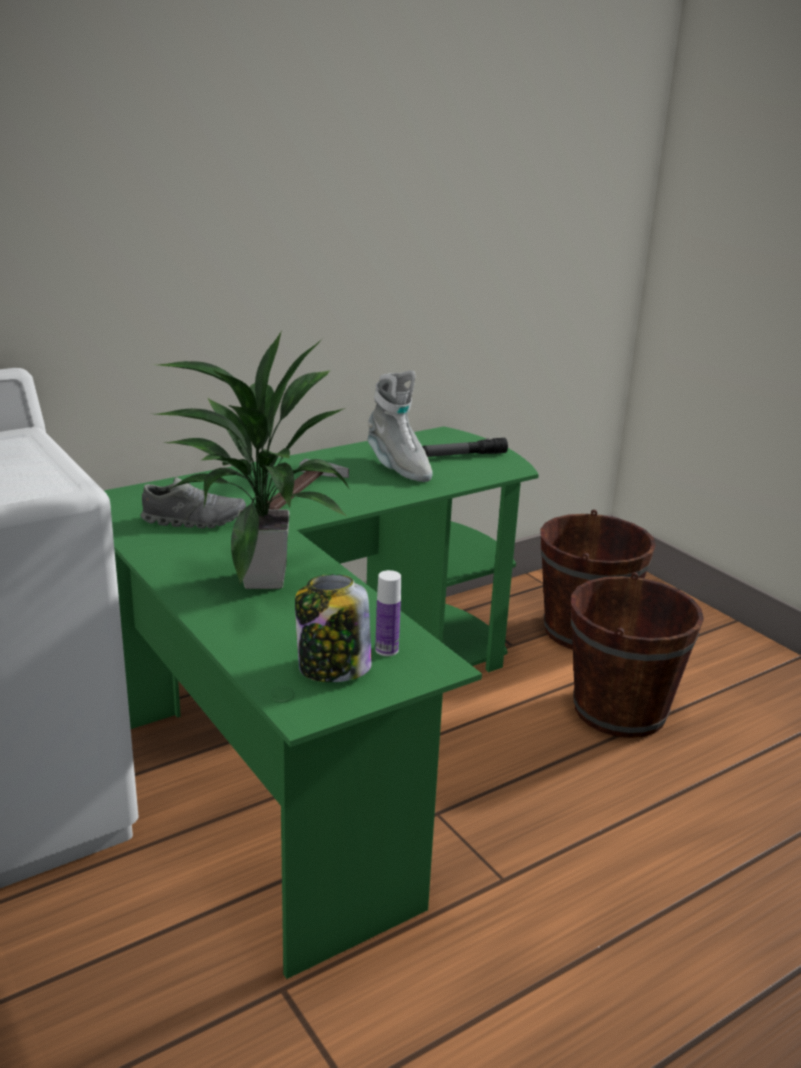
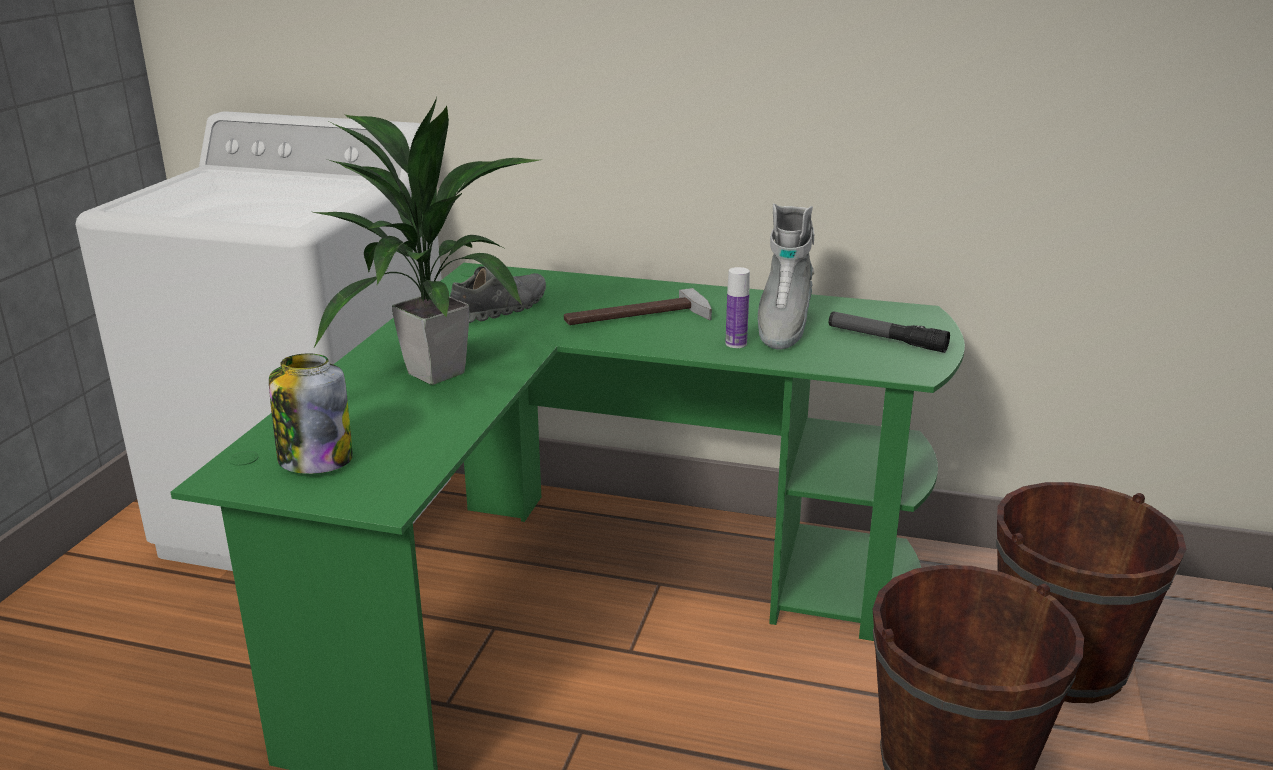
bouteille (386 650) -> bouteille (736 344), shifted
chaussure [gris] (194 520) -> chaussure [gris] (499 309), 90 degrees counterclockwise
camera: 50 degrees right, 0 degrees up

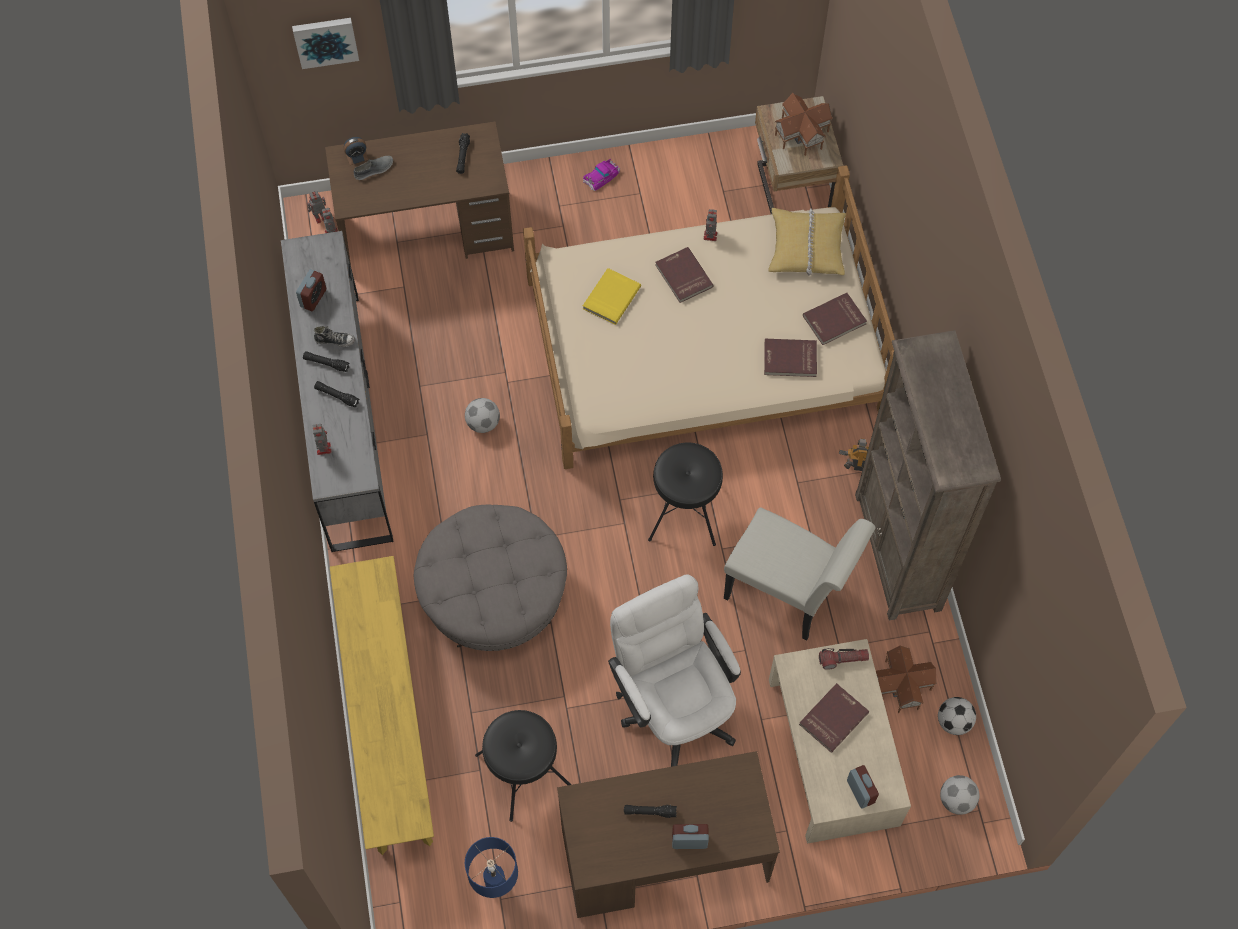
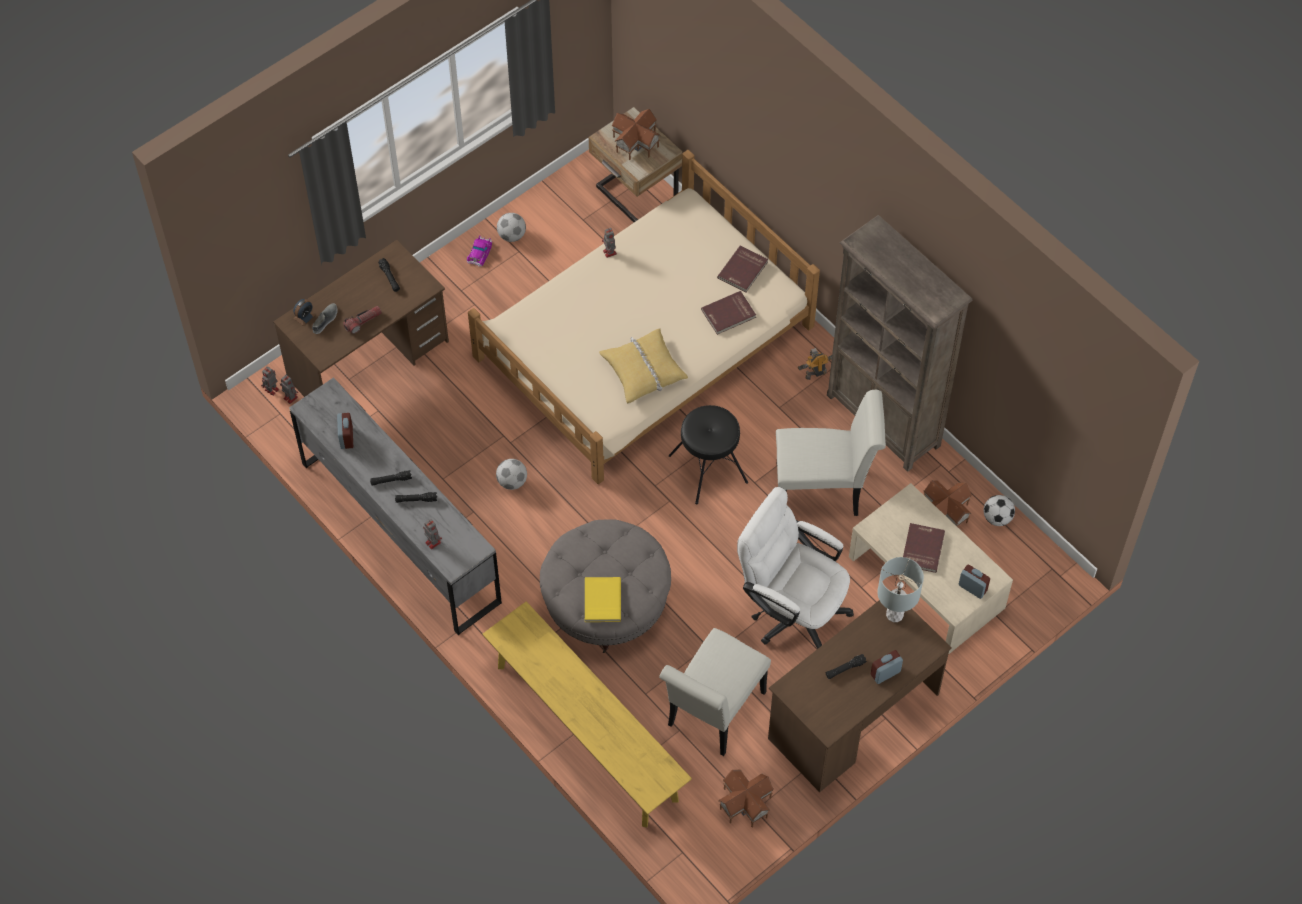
tableau (325 40) -> none
chaussure (335 340) -> none
livre [rouge] (683 276) -> none
none -> lampe de table [gris] (895 614)
livre [jaune] (610 297) -> livre [jaune] (601 600), shifted
coussin [jaune] (806 247) -> coussin [jaune] (643 370), shifted
lampe de poche (843 659) -> lampe de poche (363 322), shifted
ballon de foot (956 800) -> ballon de foot (512 235), shifted
lampe de table [bleu] (496 885) -> maison miniature (745 802)
tabouret [noir] (523 772) -> chaise [blanc] (712 714)
camera: 30 degrees left, 5 degrees down

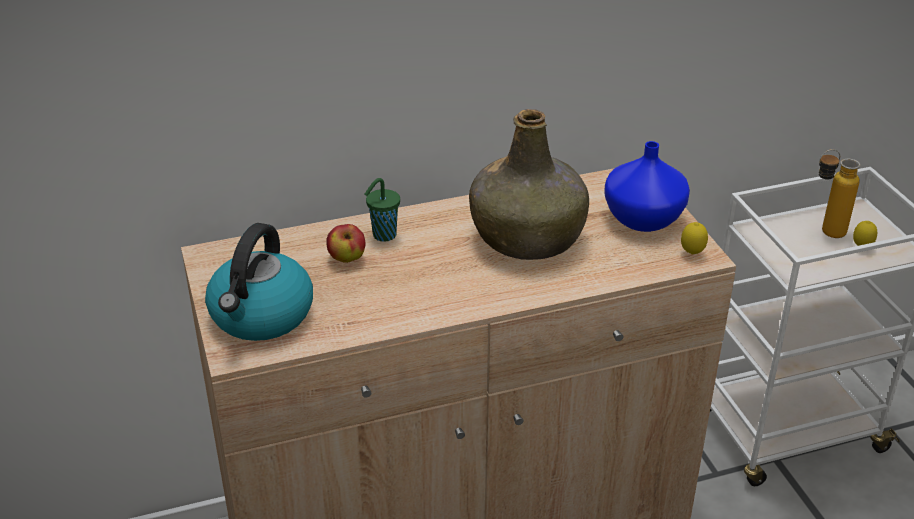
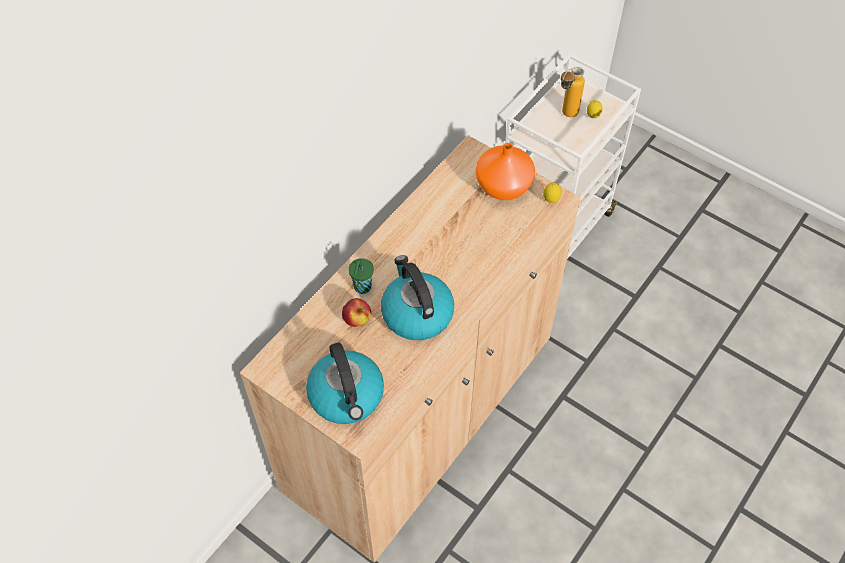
bouteille [vert] (528 236) -> none
none -> bouilloire (416 313)
vase [bleu] (643 218) -> vase [orange] (502 185)
camera: 35 degrees left, 20 degrees up

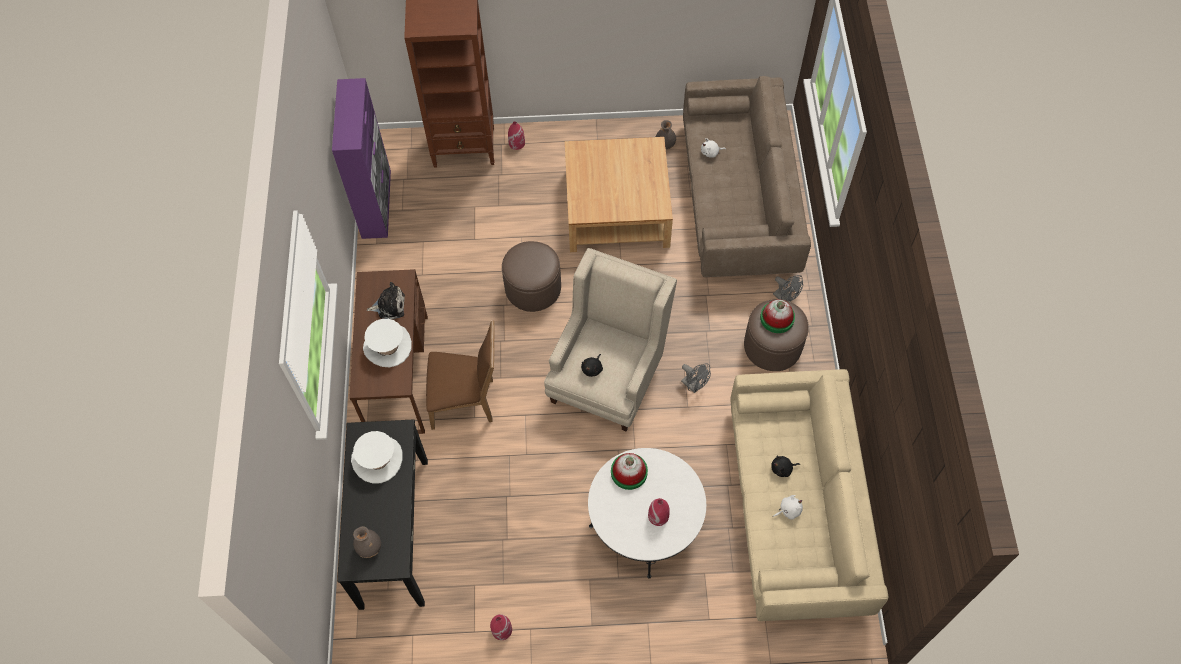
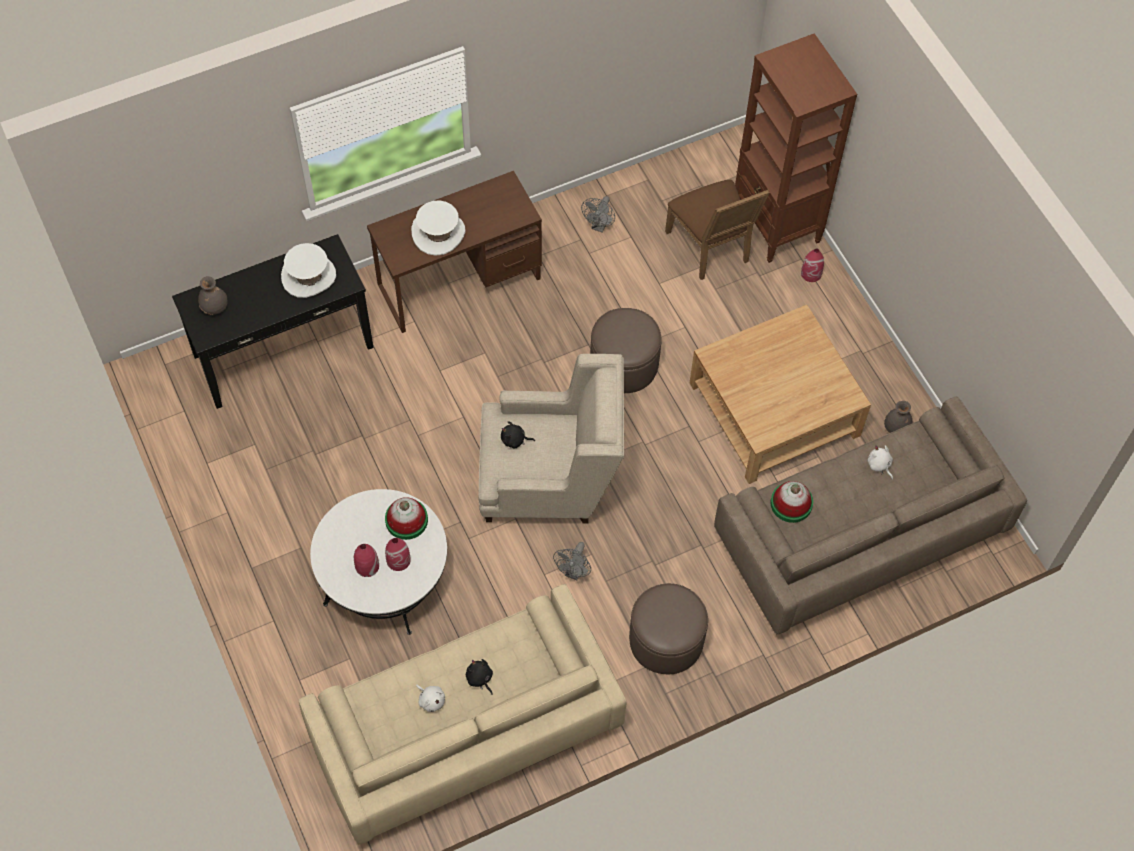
meuble de rangement [violet] (376 203) -> none
peluche (389 306) -> none
chaise [marron] (467 401) -> chaise [marron] (711 249), shifted
vase [rouge] (501 629) -> vase [rouge] (398 560), shifted
chapeau (777 318) -> chapeau (791 503), shifted
ventilateur [gris] (785 298) -> ventilateur [gris] (599 226), shifted
camera: 65 degrees right, 0 degrees up

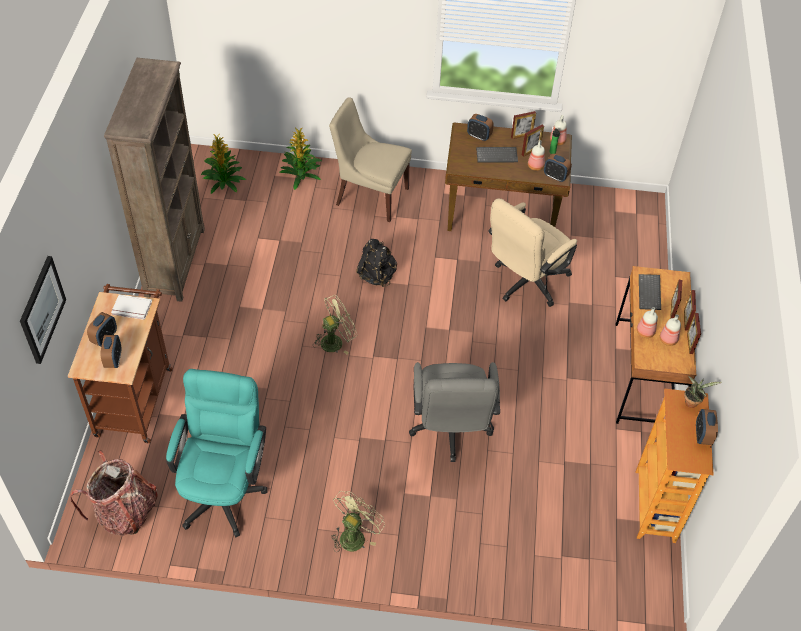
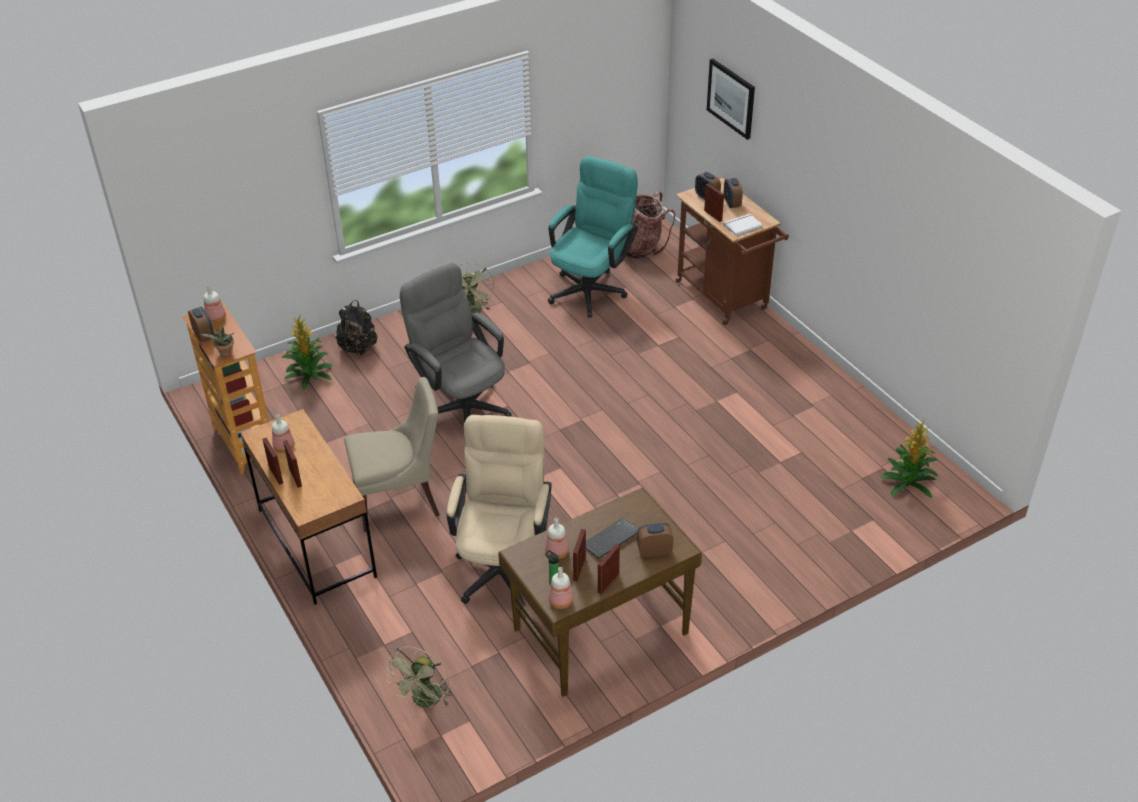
bibliothèque [marron] (175 261) -> none
réveil (555 176) -> none
clavier (650 293) -> none
plante en pot (301 175) -> plante en pot (309 375), shifted
ventilateur [vert] (335 341) -> ventilateur [vert] (425 701), shifted
chaise [beige] (370 195) -> chaise [beige] (400 500), shifted
sac à dos [noir] (377 275) -> sac à dos [noir] (358 348), shifted
bouteille (644 332) -> bouteille (217 319), shifted
cadre photo (690 343) -> cadre photo (713 215), shifted
chaise de bureau [turquoise] (224 489) -> chaise de bureau [turquoise] (591 288), 120 degrees counterclockwise
camera: 145 degrees right, 10 degrees down

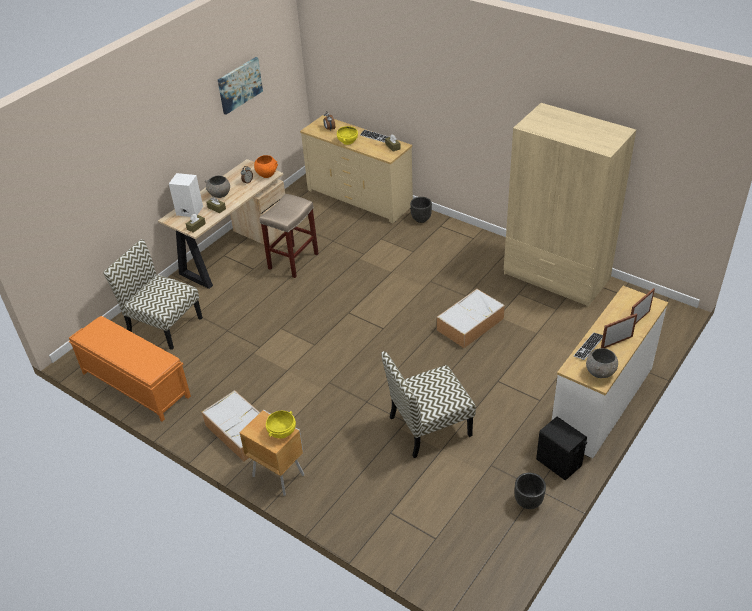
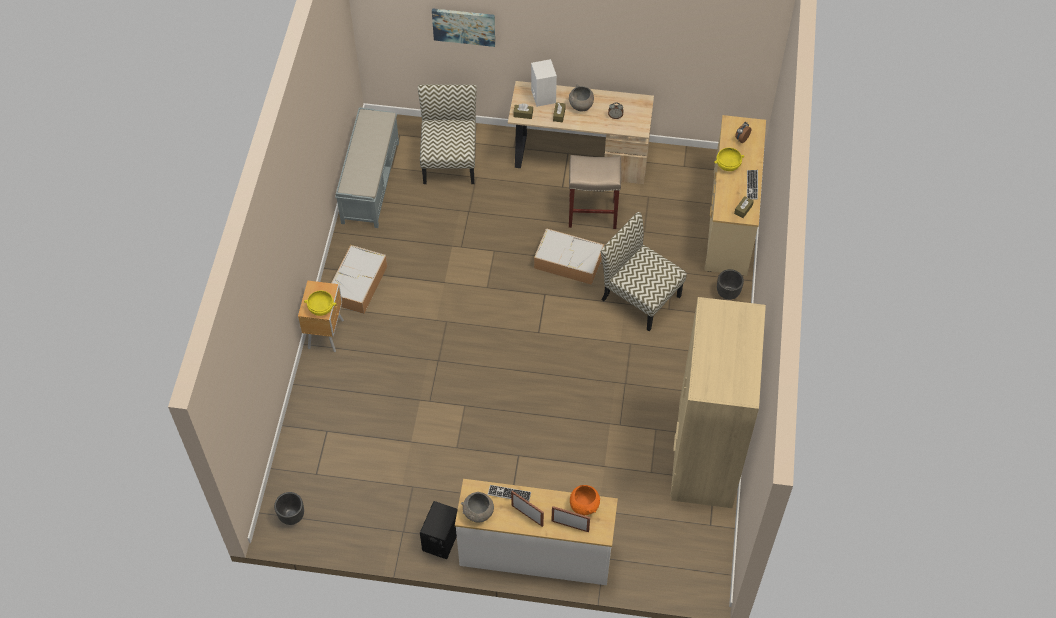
tableau (239 85) -> tableau (464 26), shifted
bol [orange] (267 174) -> bol [orange] (584 506), shifted
chaise (428 427) -> chaise (639 297), shifted
boîte de rangement (470 323) -> boîte de rangement (569 261), shifted
cache-pot [noir] (527 502) -> cache-pot [noir] (292 516), shifted
banc [orange] (135 384) -> banc [gris] (370 181)
camera: 60 degrees right, 15 degrees up

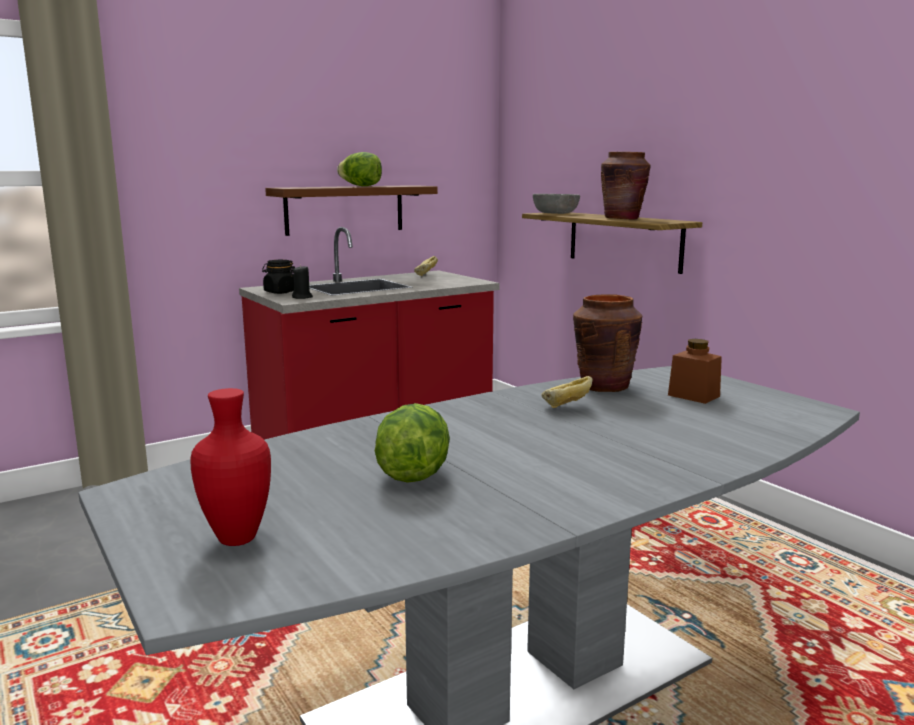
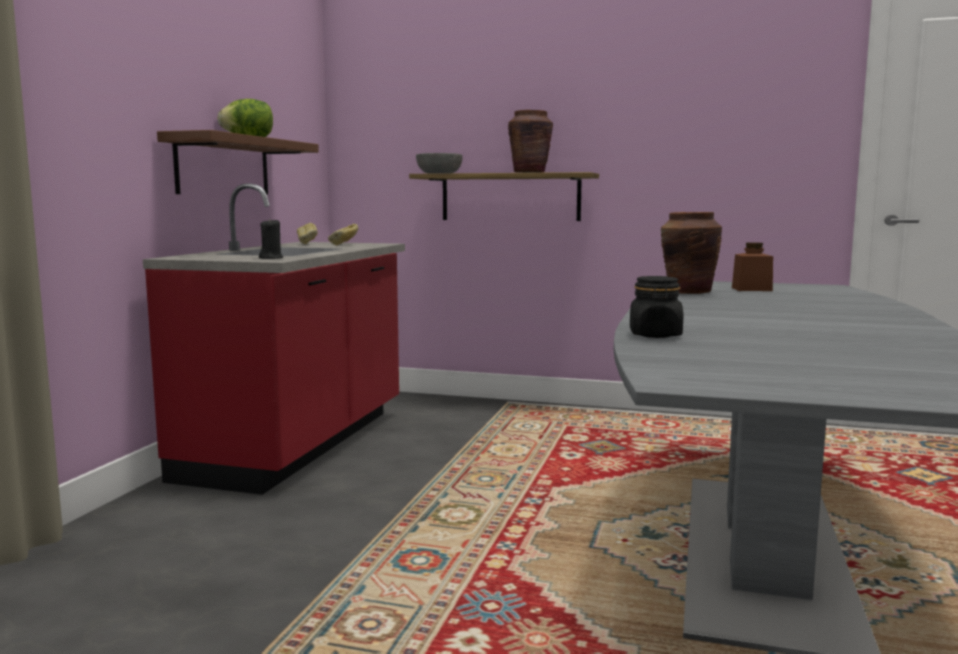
vase [rouge] (237 537) -> none
laitue (413 474) -> none
bocal [noir] (280 292) -> bocal [noir] (655 335), shifted
pain (567 407) -> pain (344 245), shifted
camera: 40 degrees left, 5 degrees down

